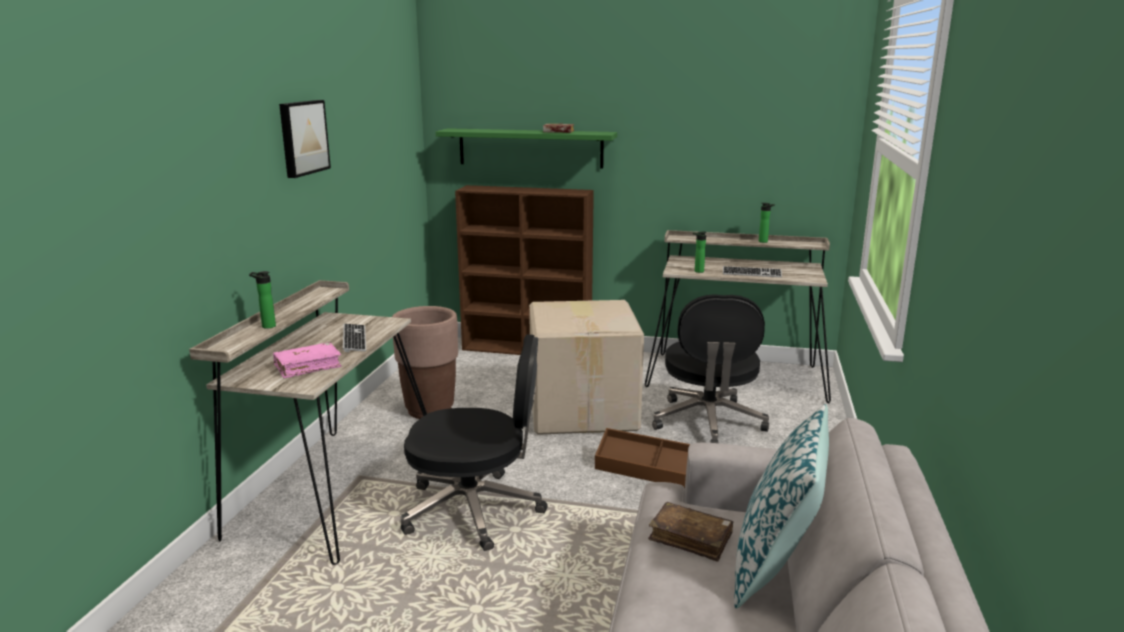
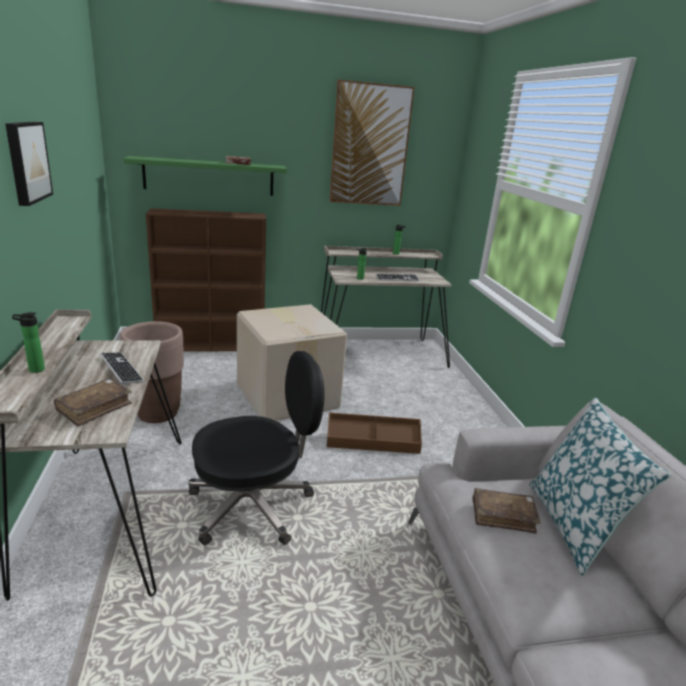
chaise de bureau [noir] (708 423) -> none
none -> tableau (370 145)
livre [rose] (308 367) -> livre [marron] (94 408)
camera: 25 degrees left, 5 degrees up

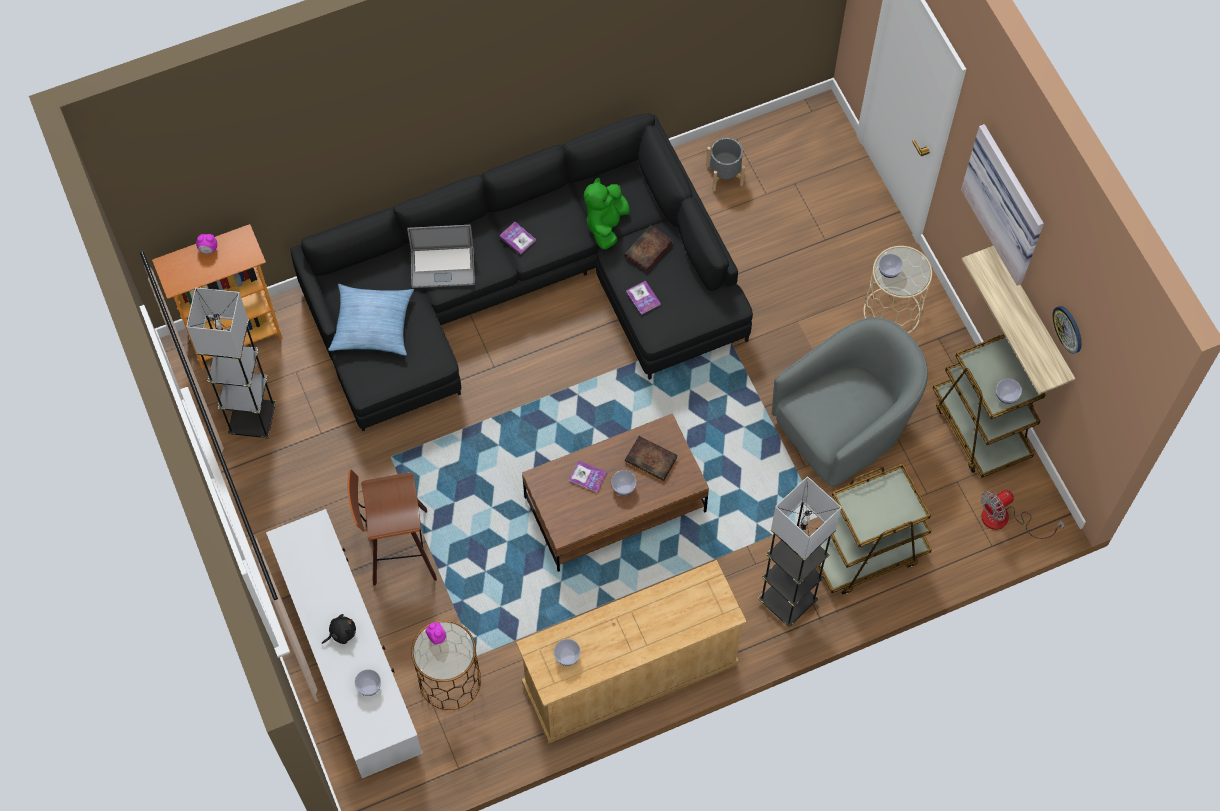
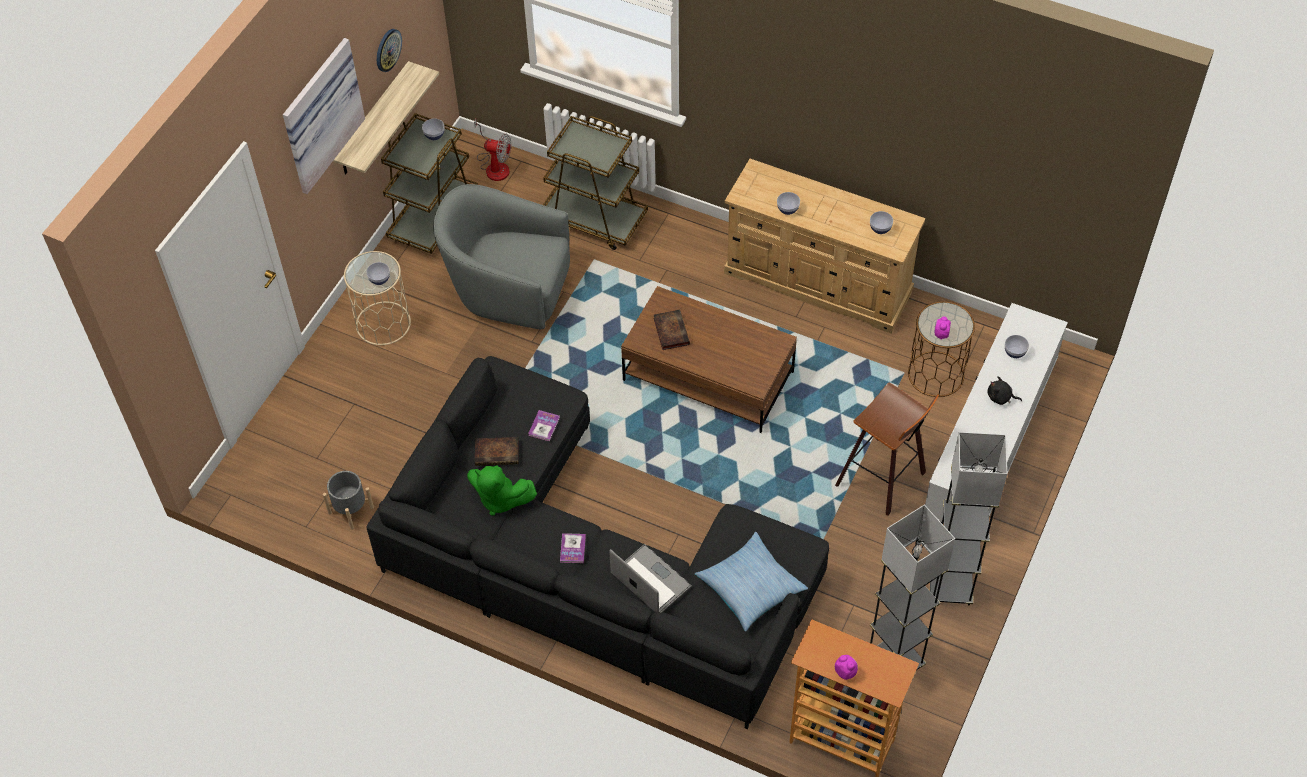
livre (587 477) -> none
bol (623 487) -> bol (788 209), shifted
lampadaire [gris] (787 601) -> lampadaire [gris] (950 587), shifted
peluche [vert] (606 224) -> peluche [vert] (500 499), 45 degrees clockwise
camera: 130 degrees left, 10 degrees down

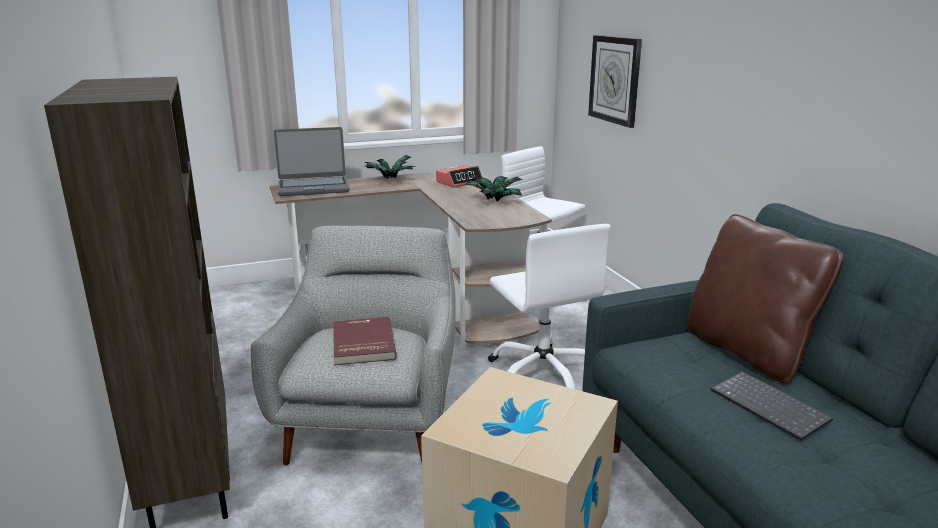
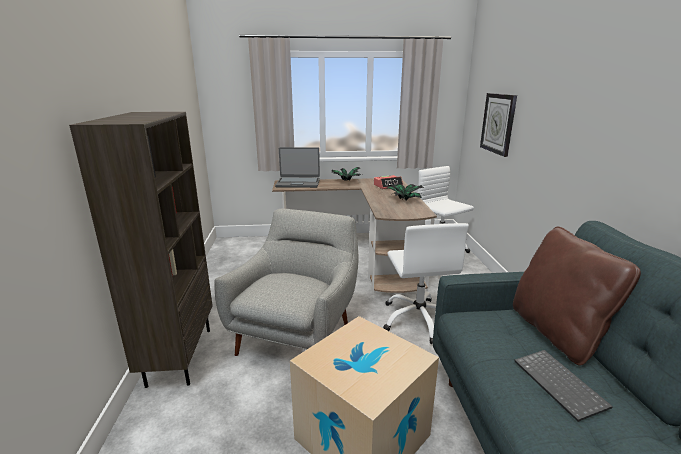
livre [rouge] (361 344) -> none
camera: 15 degrees right, 0 degrees up

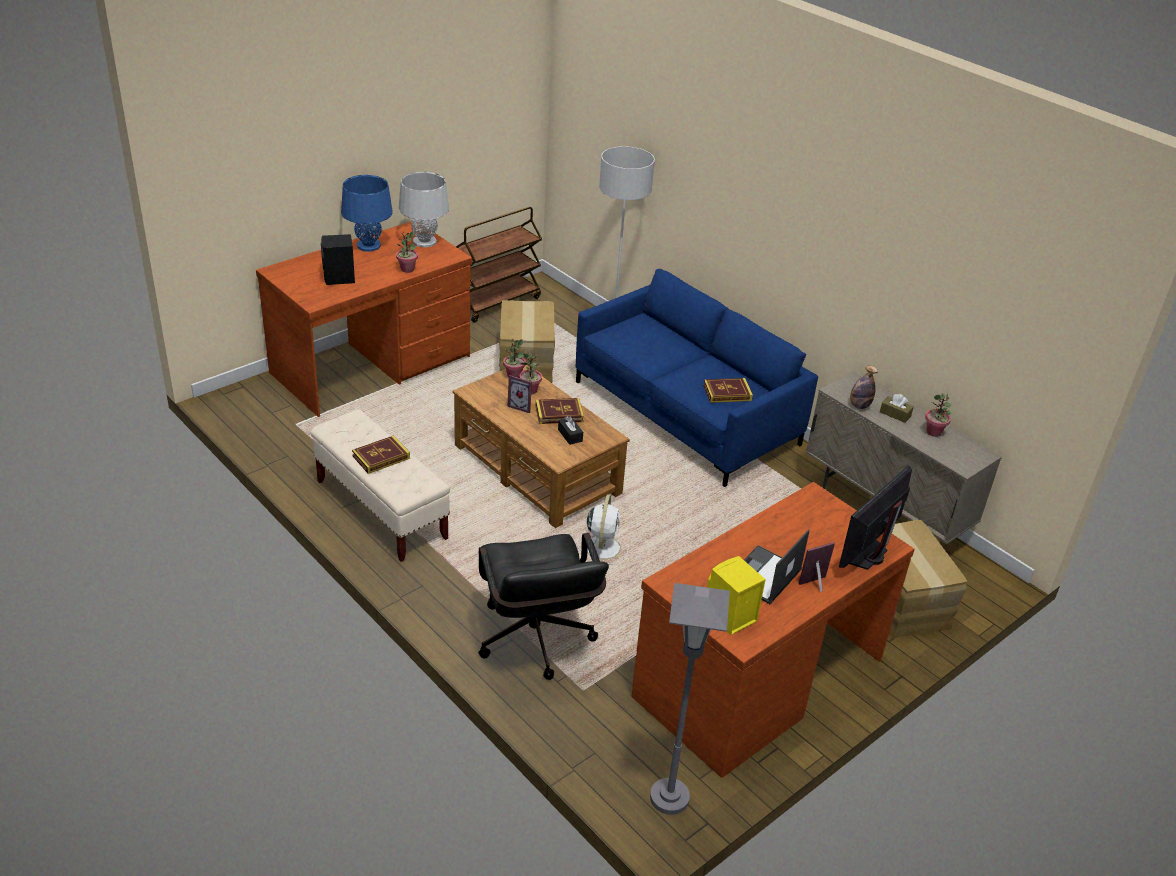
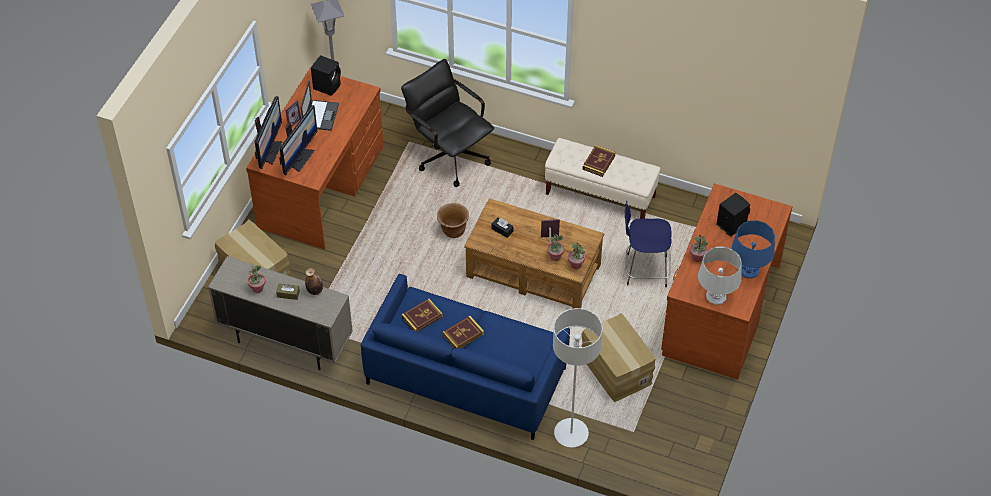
chariot [marron] (497 302) -> none
none -> écran d'ordinateur (299 158)
none -> tabouret [bleu] (644 270)
livre (559 413) -> livre (463 334), shifted
ventilateur [blanc] (602 546) -> cache-pot [marron] (453 231)
enceinte [jaune] (729 617) -> enceinte [noir] (327 86)
camera: 155 degrees right, 15 degrees up

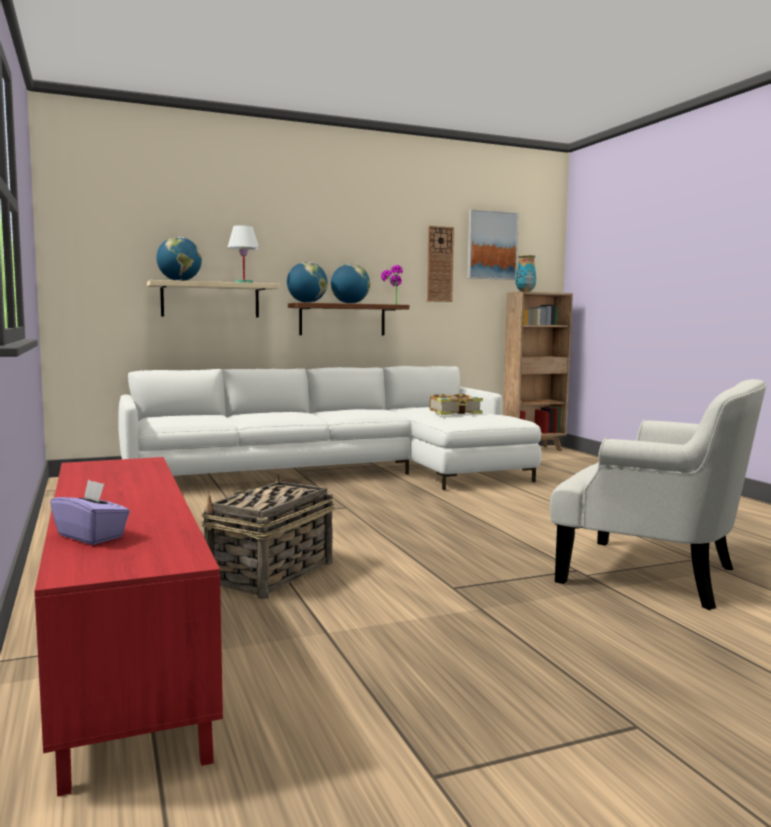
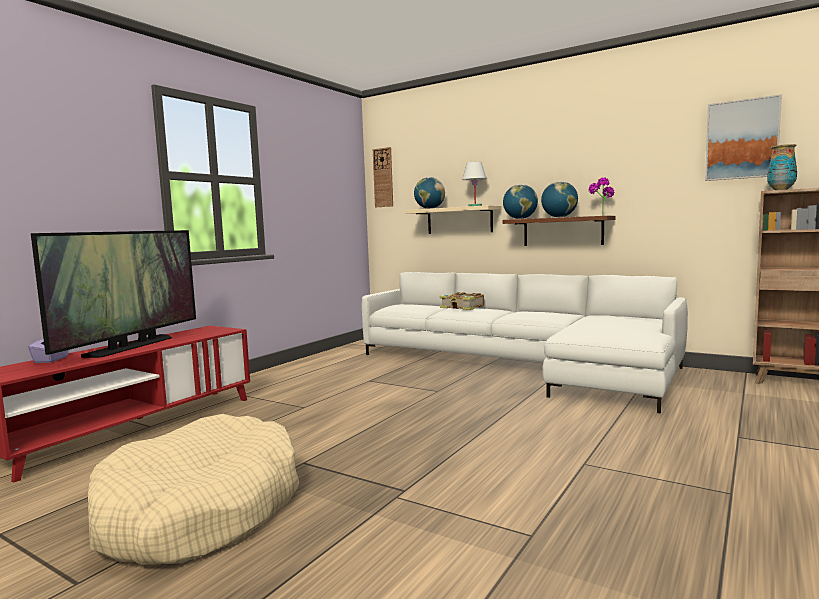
panier (270 574) -> none
fauteuil [blanc] (654 574) -> none
none -> téléviseur (131 346)
none -> panier pour chien [beige] (201 511)
horloge murale (439 264) -> horloge murale (383 177), shifted
livre (455 413) -> livre (462 307), shifted
camera: 55 degrees right, 0 degrees up

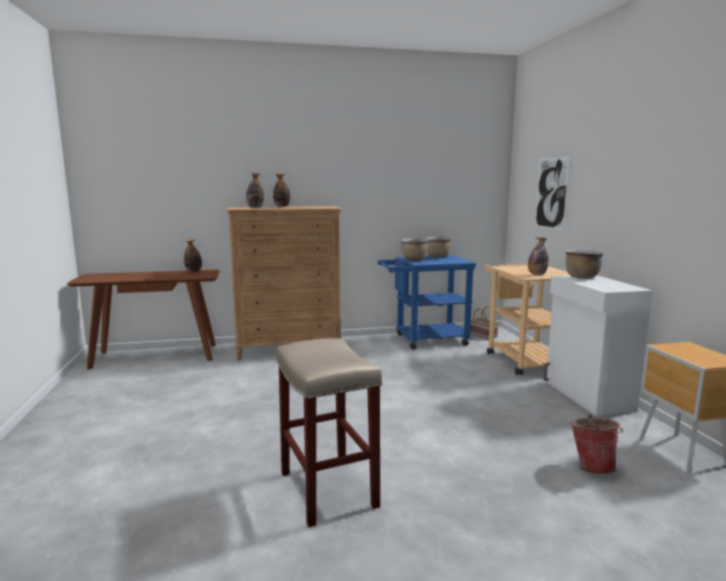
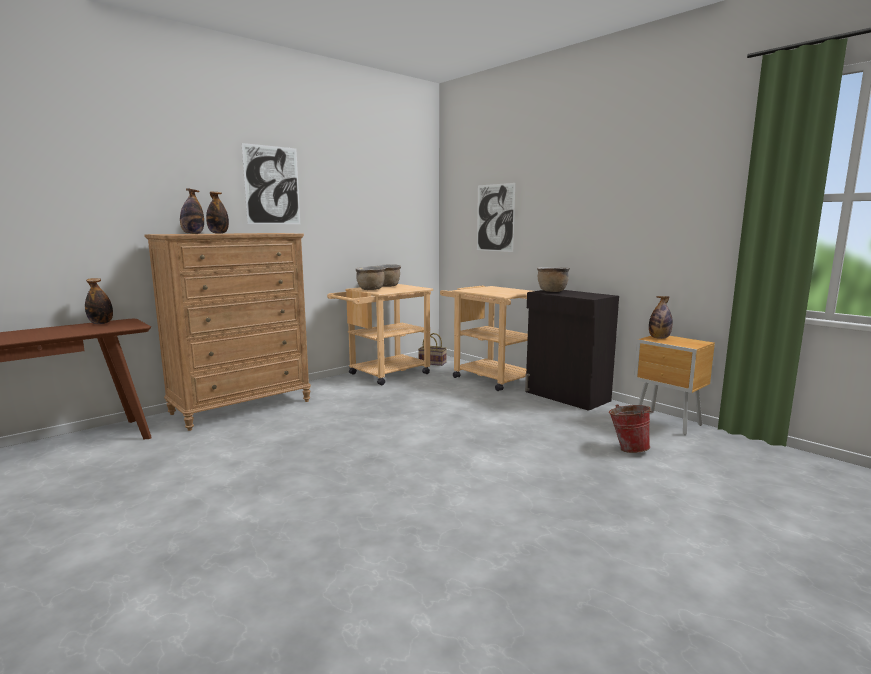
tabouret [beige] (329 490) -> none
none -> tableau (272 185)
bouteille (537 274) -> bouteille (659 338), shifted
chariot [bleu] (424 340) -> chariot [beige] (383 375)
meuble de rangement [blanc] (587 395) -> meuble de rangement [noir] (566 396)
camera: 30 degrees left, 0 degrees up

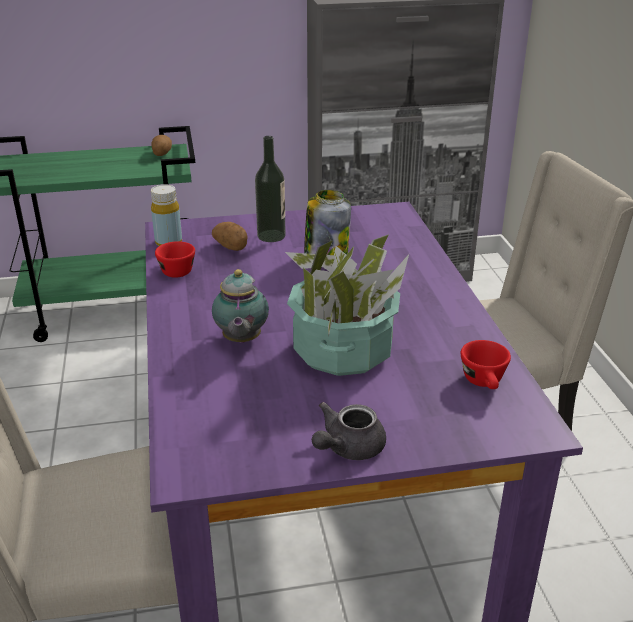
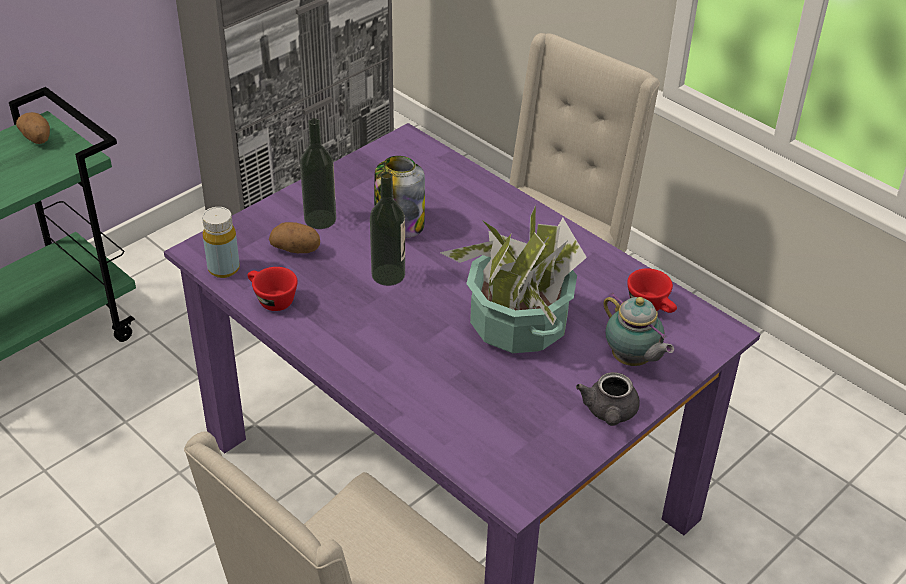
none -> bouteille (388 275)
théière (241 340) -> théière (632 361), shifted
camera: 35 degrees left, 10 degrees up

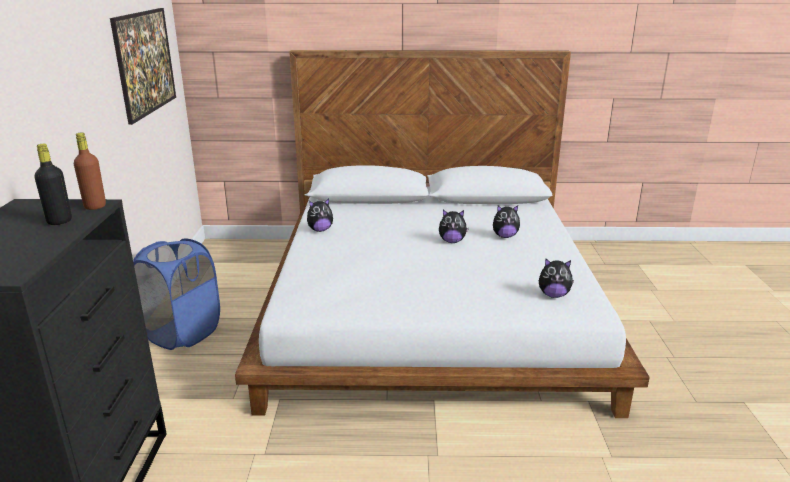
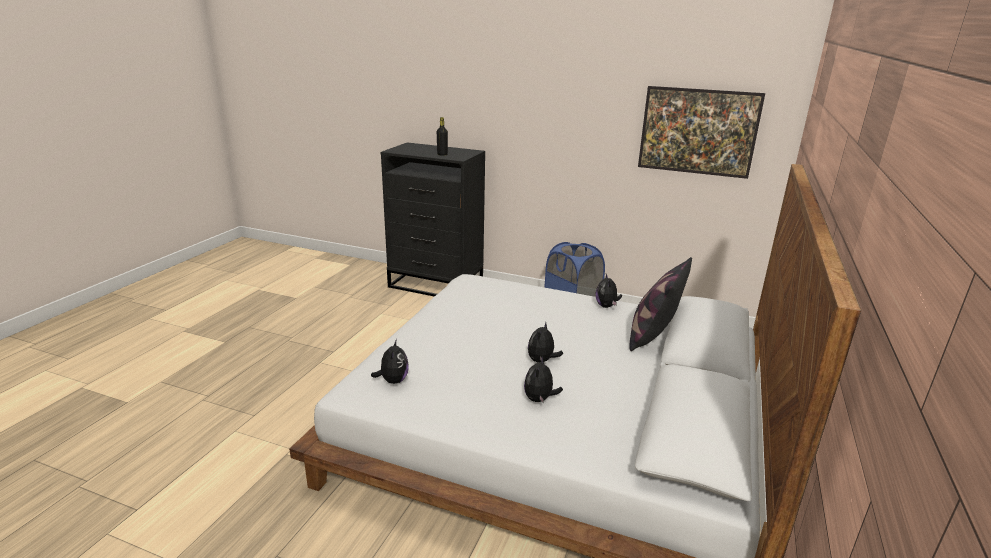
bouteille [marron] (95 206) -> none
none -> coussin (653 336)
peluche (553 295) -> peluche (393 380), 150 degrees clockwise
camera: 110 degrees right, 0 degrees up

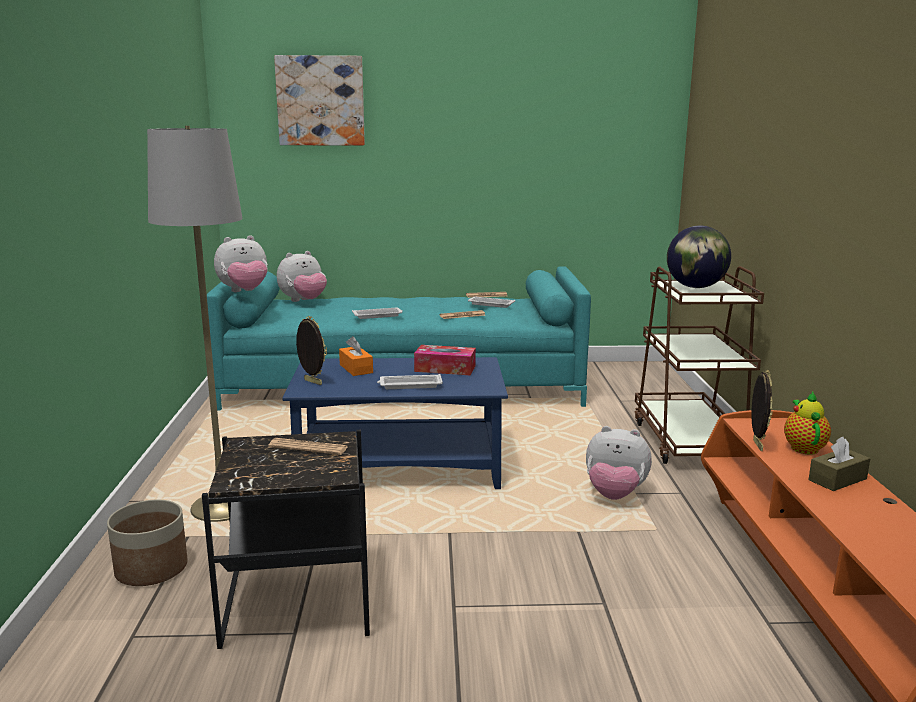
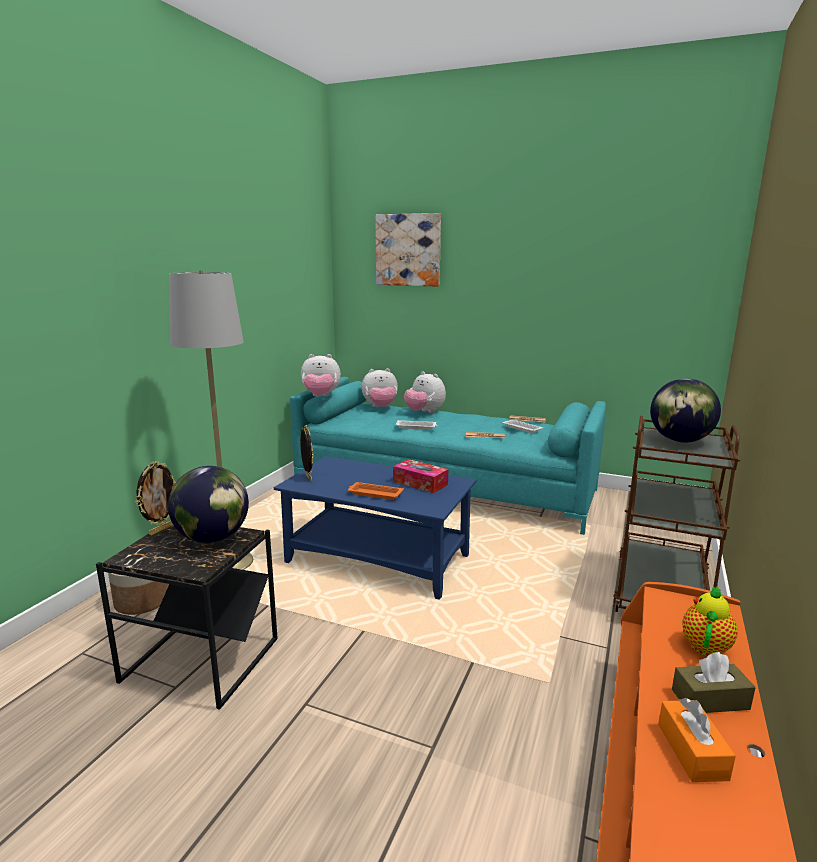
boîte à mouchoirs [orange] (356 369) -> boîte à mouchoirs [orange] (692 751), shifted
peluche (614 495) -> peluche (424 412), shifted
cadre photo (756 445) -> cadre photo (161 529), shifted
journal (308 447) -> globe (212 538)
plateau [blanc] (409 385) -> plateau [orange] (374 494)
camera: 25 degrees right, 0 degrees up

